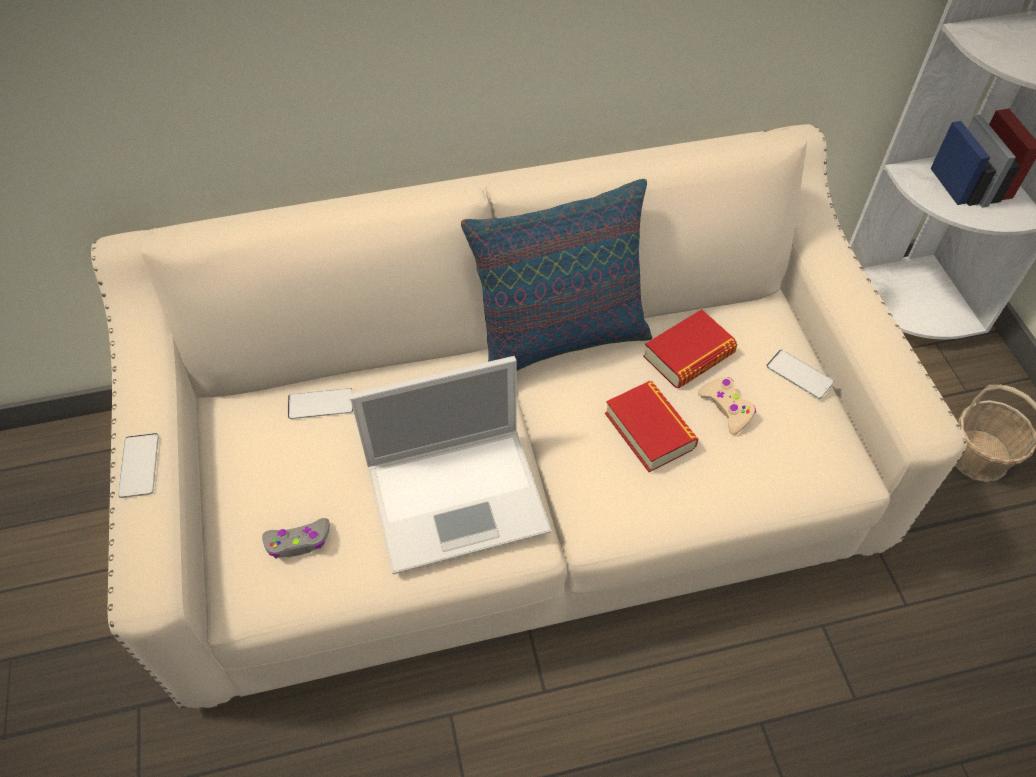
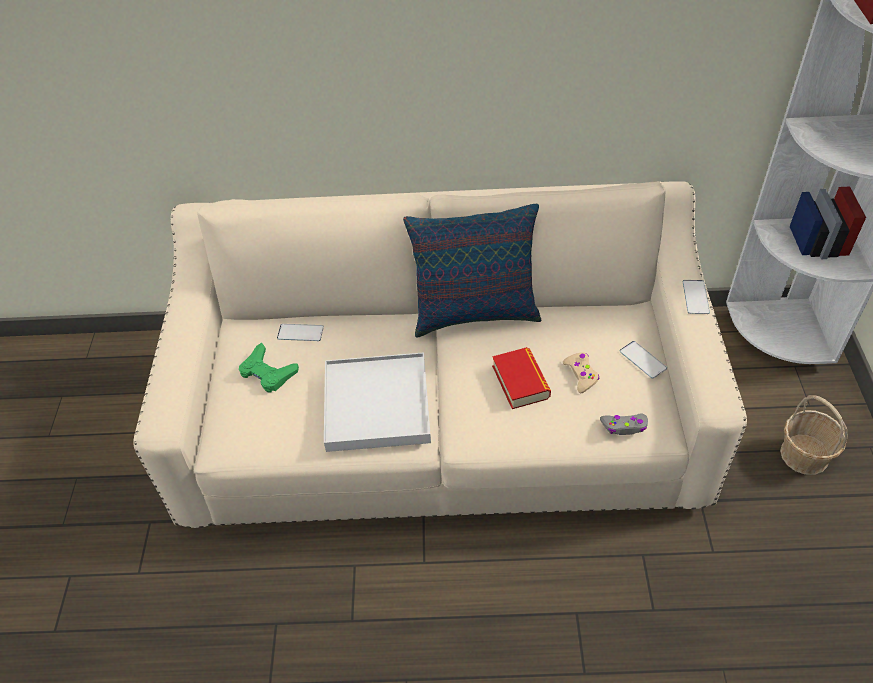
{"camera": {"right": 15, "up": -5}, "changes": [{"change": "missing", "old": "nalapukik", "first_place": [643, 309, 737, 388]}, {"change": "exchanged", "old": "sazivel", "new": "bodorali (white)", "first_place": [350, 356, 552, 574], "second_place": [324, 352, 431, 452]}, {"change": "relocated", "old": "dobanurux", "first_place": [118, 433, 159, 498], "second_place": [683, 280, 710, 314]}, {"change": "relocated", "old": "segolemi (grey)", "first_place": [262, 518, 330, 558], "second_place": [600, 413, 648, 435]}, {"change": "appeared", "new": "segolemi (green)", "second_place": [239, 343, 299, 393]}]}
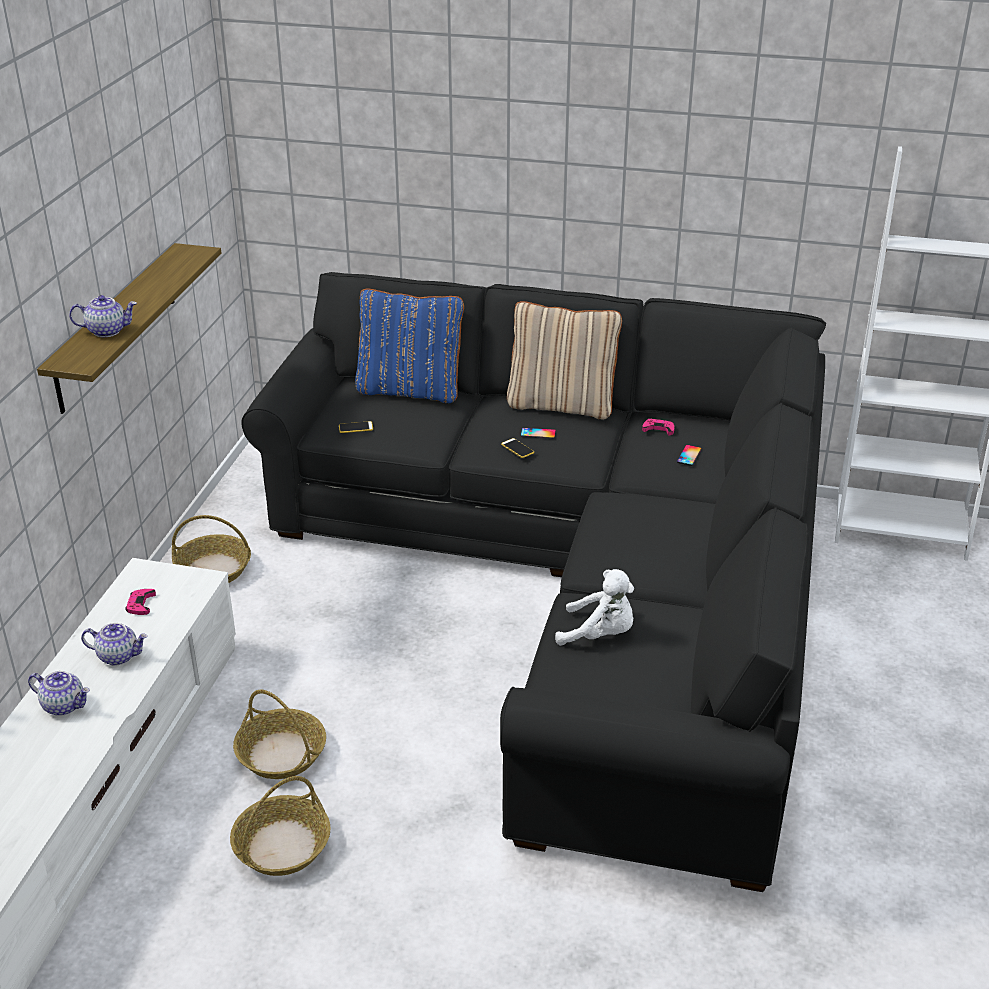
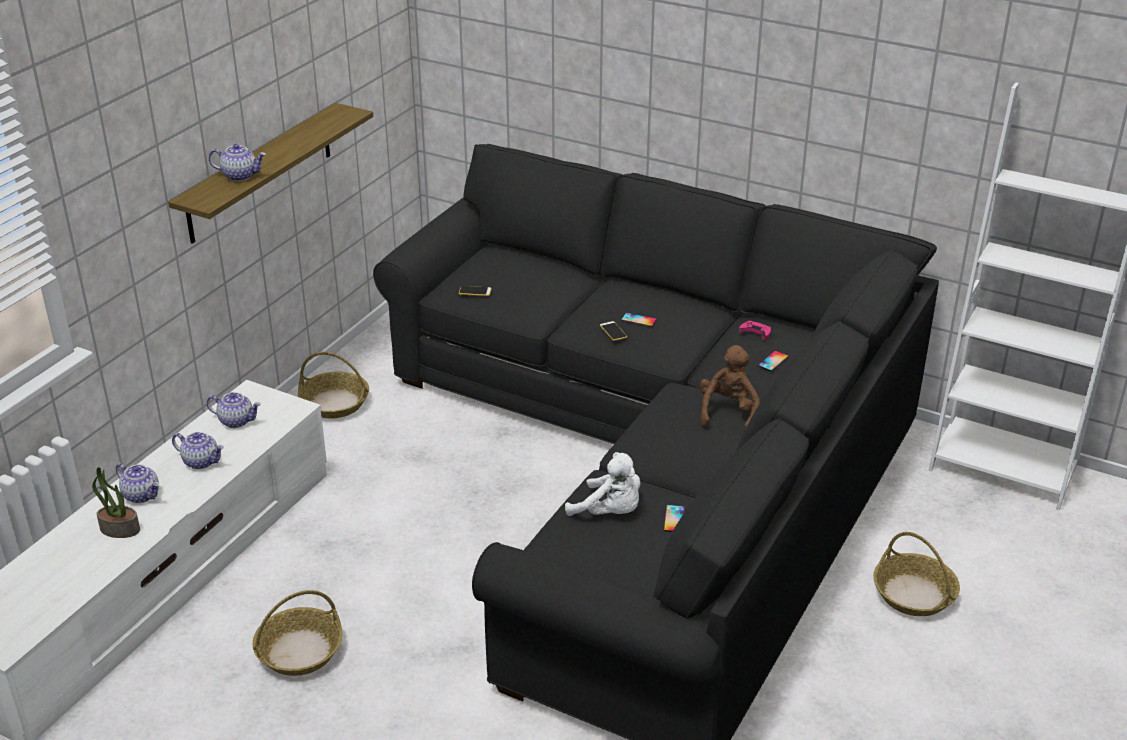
{"camera": {"right": 15, "up": 0}, "changes": [{"change": "missing", "old": "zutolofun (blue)", "first_place": [355, 288, 464, 403]}, {"change": "missing", "old": "zutolofun (beige)", "first_place": [507, 301, 622, 420]}, {"change": "exchanged", "old": "segolemi (pink)", "new": "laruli", "first_place": [125, 589, 156, 615], "second_place": [206, 392, 261, 428]}, {"change": "relocated", "old": "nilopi", "first_place": [233, 690, 326, 779], "second_place": [873, 532, 960, 616]}, {"change": "appeared", "new": "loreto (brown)", "second_place": [699, 345, 760, 432]}, {"change": "appeared", "new": "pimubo", "second_place": [92, 467, 140, 538]}, {"change": "appeared", "new": "dobanurux", "second_place": [663, 505, 685, 532]}]}
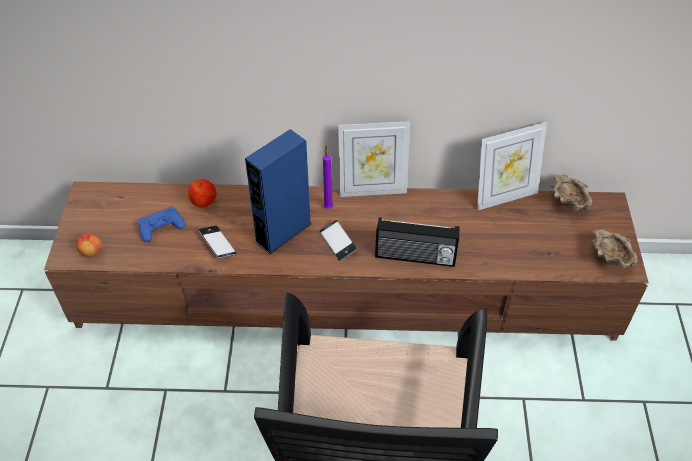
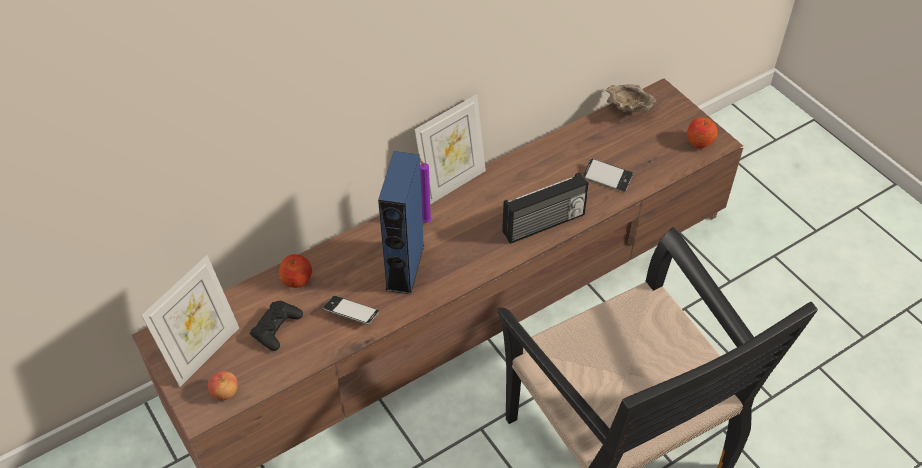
{"camera": {"right": -35, "up": 0}, "changes": [{"change": "relocated", "old": "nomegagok", "first_place": [477, 122, 547, 211], "second_place": [141, 255, 239, 387]}, {"change": "colour", "old": "segolemi (blue)", "new": "segolemi (black)", "first_place": [138, 207, 185, 242], "second_place": [250, 301, 303, 351]}, {"change": "relocated", "old": "dobanurux", "first_place": [320, 220, 357, 261], "second_place": [583, 158, 633, 192]}, {"change": "exchanged", "old": "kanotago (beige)", "new": "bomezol", "first_place": [591, 229, 638, 269], "second_place": [687, 117, 718, 149]}]}
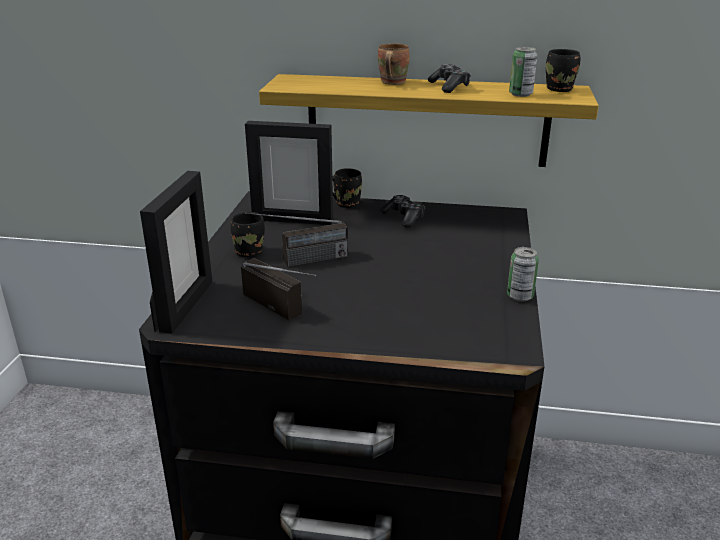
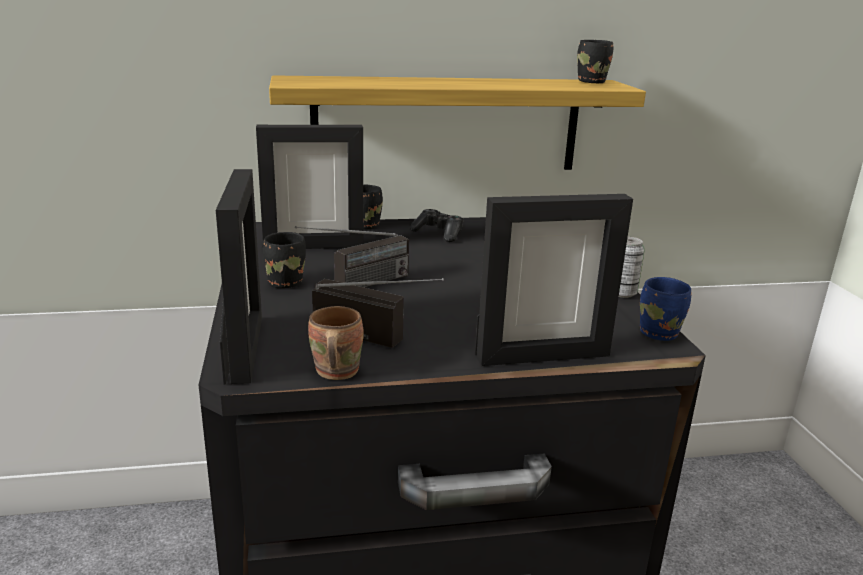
{"camera": {"right": -20, "up": -5}, "changes": [{"change": "relocated", "old": "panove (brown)", "first_place": [378, 43, 410, 85], "second_place": [308, 306, 364, 380]}, {"change": "missing", "old": "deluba", "first_place": [509, 47, 537, 97]}, {"change": "missing", "old": "segolemi", "first_place": [428, 64, 471, 93]}, {"change": "appeared", "new": "nomegagok", "second_place": [475, 194, 633, 366]}, {"change": "appeared", "new": "panove (blue)", "second_place": [640, 277, 691, 341]}]}
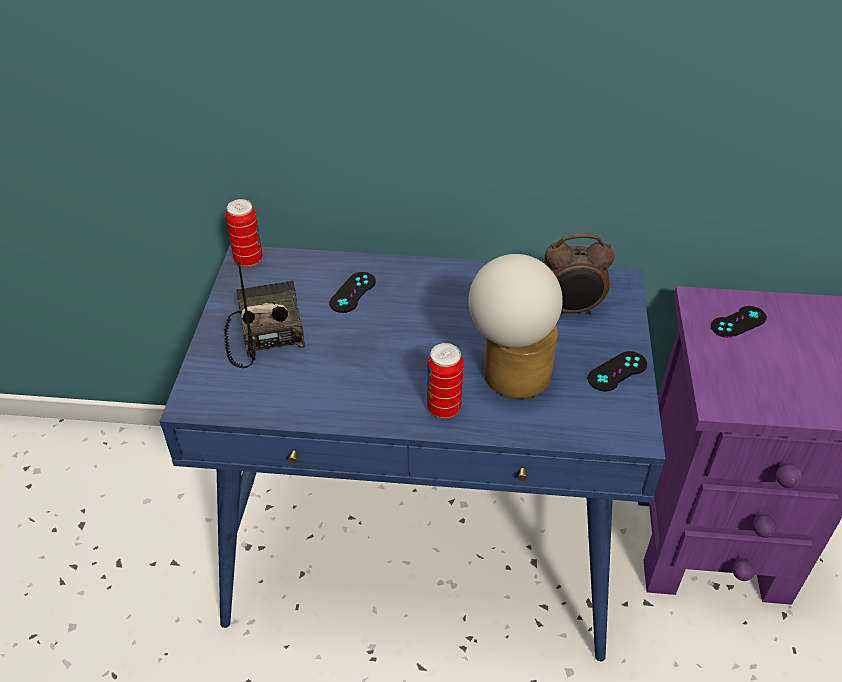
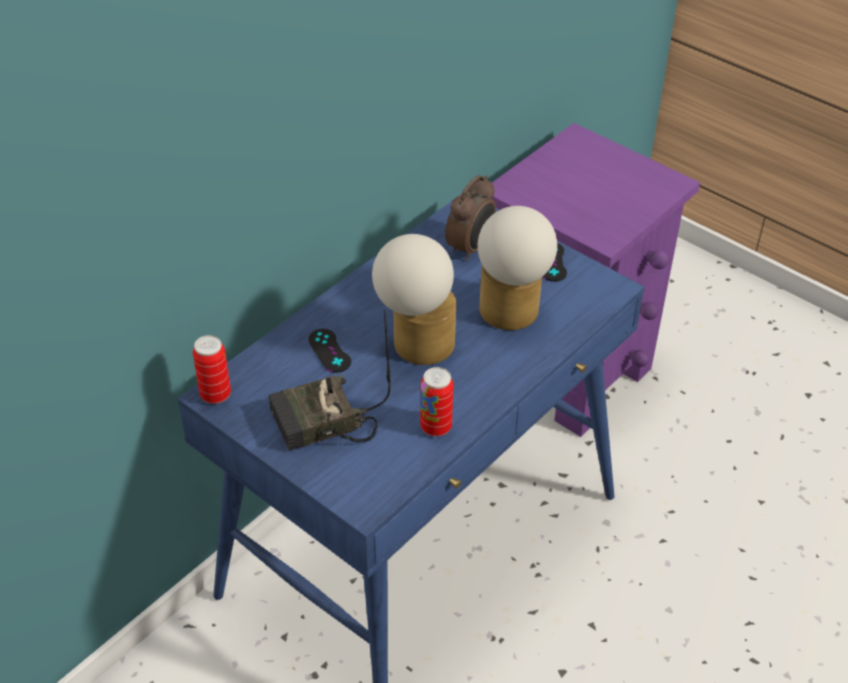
{"camera": {"right": -55, "up": 0}, "changes": [{"change": "spun", "old": "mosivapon", "first_place": [224, 261, 305, 368], "second_place": [269, 309, 391, 451], "degrees": -45}, {"change": "missing", "old": "segolemi (black)", "first_place": [711, 306, 767, 338]}, {"change": "relocated", "old": "deluba", "first_place": [427, 343, 463, 418], "second_place": [420, 367, 454, 436]}, {"change": "appeared", "new": "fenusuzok", "second_place": [372, 234, 456, 365]}]}
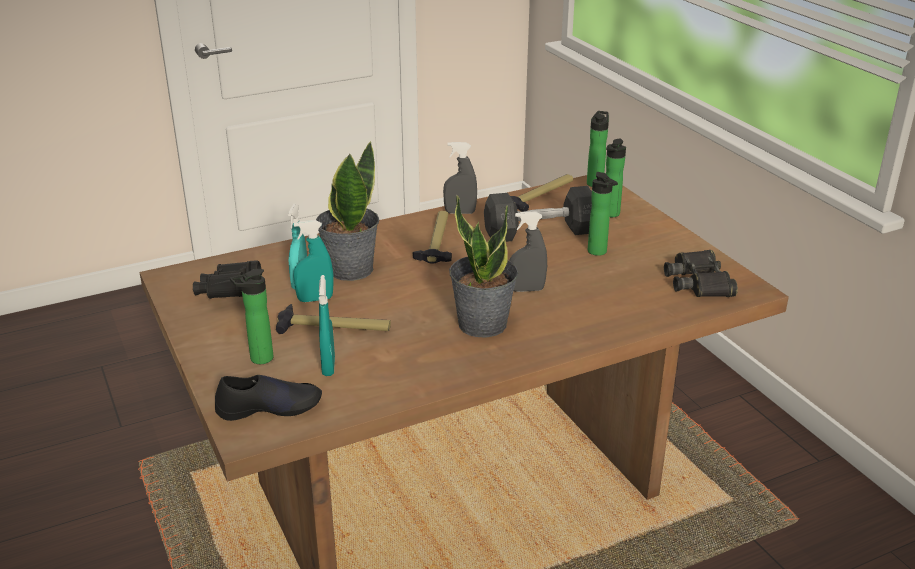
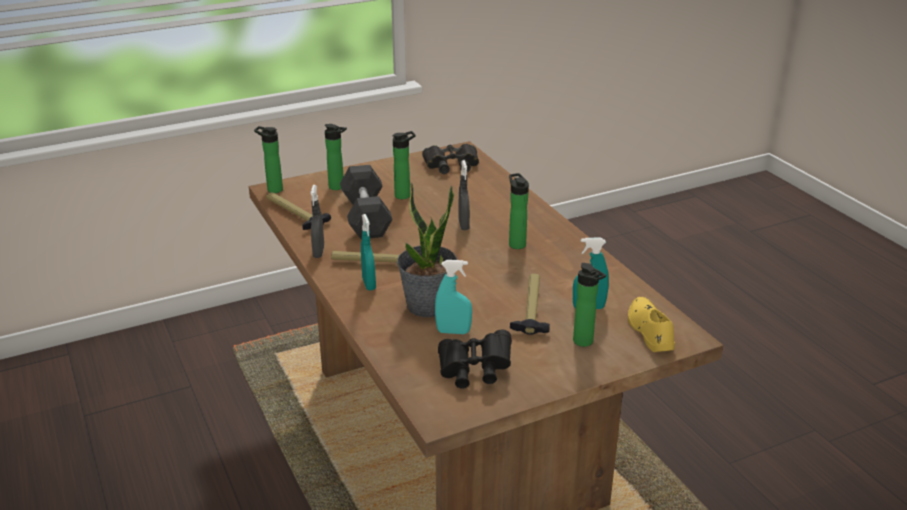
{"camera": {"right": -90, "up": 0}, "changes": [{"change": "exchanged", "old": "pimubo", "new": "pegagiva", "first_place": [449, 195, 518, 338], "second_place": [509, 173, 529, 249]}, {"change": "relocated", "old": "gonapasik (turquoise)", "first_place": [293, 220, 333, 302], "second_place": [361, 214, 376, 291]}, {"change": "colour", "old": "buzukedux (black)", "new": "buzukedux (yellow)", "first_place": [215, 375, 322, 421], "second_place": [628, 297, 675, 352]}]}
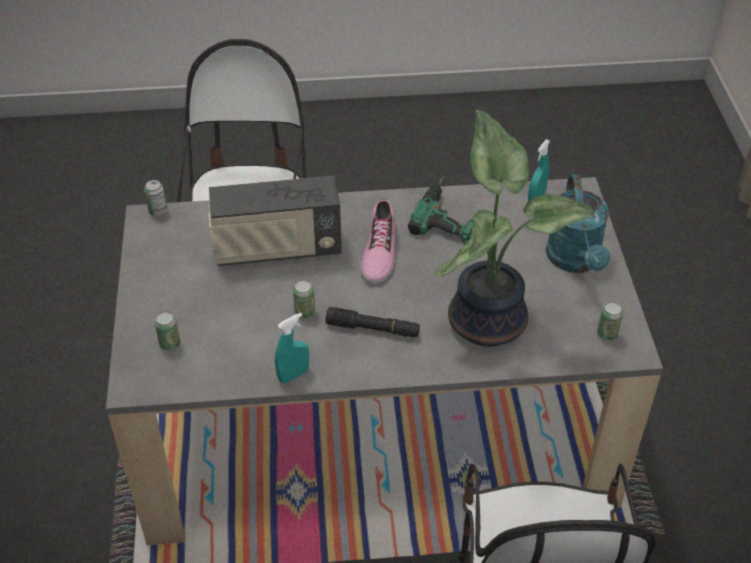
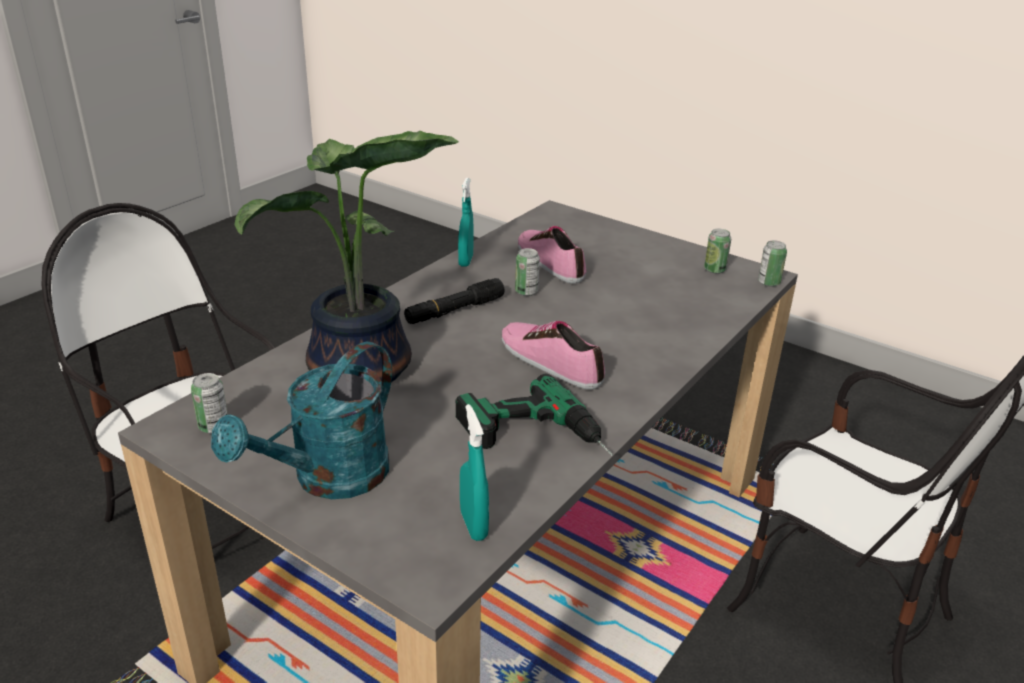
{"camera": {"right": 130, "up": -15}, "changes": [{"change": "spun", "old": "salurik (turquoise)", "first_place": [546, 174, 610, 273], "second_place": [211, 342, 392, 499], "degrees": -90}, {"change": "missing", "old": "mosivapon", "first_place": [209, 176, 342, 266]}, {"change": "relocated", "old": "deluba", "first_place": [155, 311, 180, 351], "second_place": [704, 229, 731, 274]}, {"change": "appeared", "new": "buzukedux", "second_place": [518, 226, 587, 284]}]}
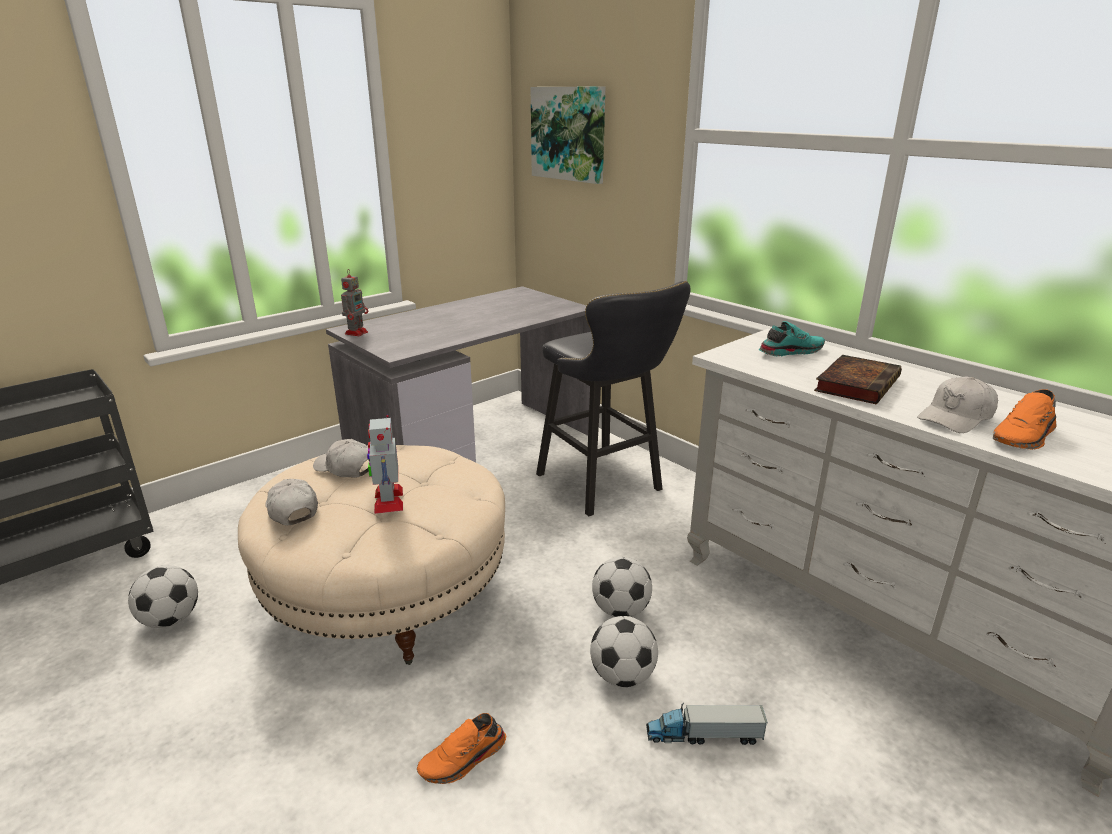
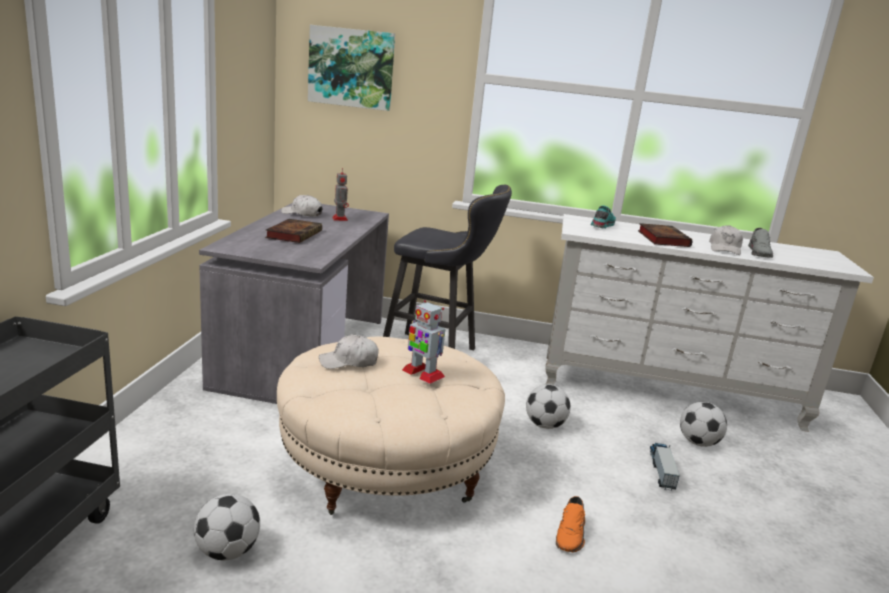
{"camera": {"right": -40, "up": -5}, "changes": [{"change": "relocated", "old": "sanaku", "first_place": [341, 270, 368, 336], "second_place": [332, 168, 349, 221]}, {"change": "colour", "old": "buzukedux (orange)", "new": "buzukedux (grey)", "first_place": [993, 389, 1056, 450], "second_place": [748, 228, 773, 258]}, {"change": "relocated", "old": "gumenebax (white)", "first_place": [265, 479, 318, 525], "second_place": [281, 195, 323, 217]}, {"change": "relocated", "old": "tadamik", "first_place": [590, 616, 658, 687], "second_place": [680, 402, 727, 447]}, {"change": "spun", "old": "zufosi", "first_place": [646, 703, 768, 745], "second_place": [650, 443, 680, 491], "degrees": 135}, {"change": "appeared", "new": "nalapukik", "second_place": [265, 219, 322, 243]}]}
